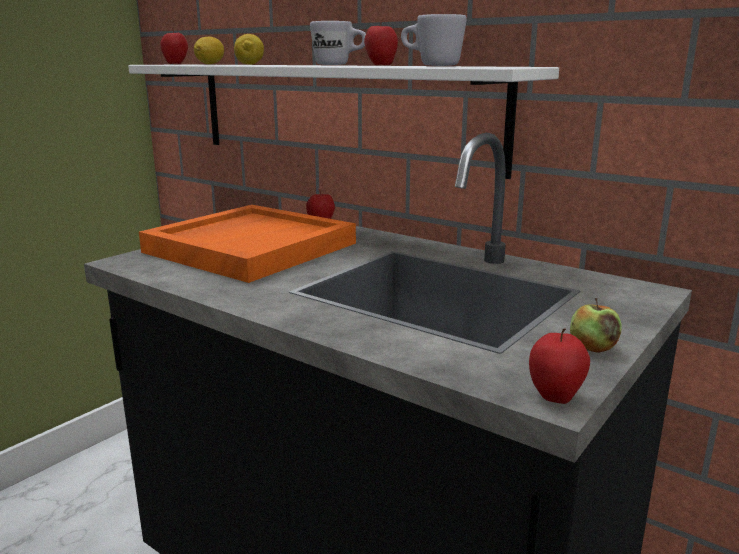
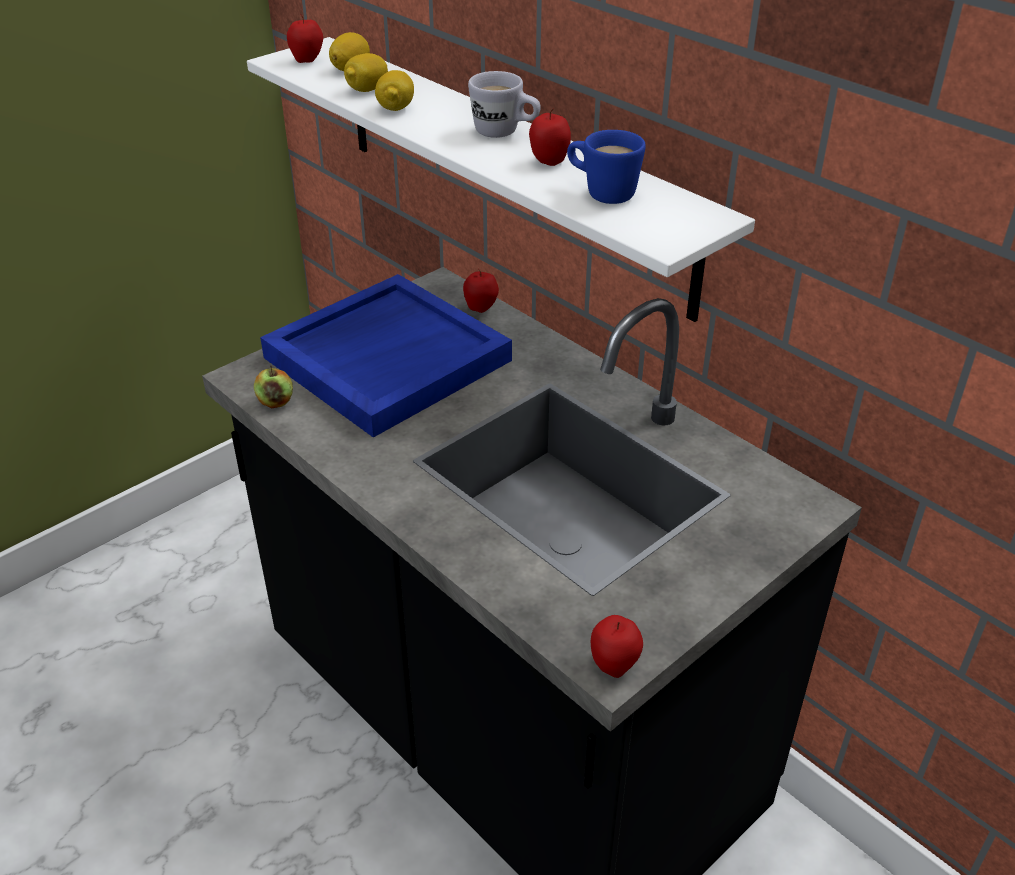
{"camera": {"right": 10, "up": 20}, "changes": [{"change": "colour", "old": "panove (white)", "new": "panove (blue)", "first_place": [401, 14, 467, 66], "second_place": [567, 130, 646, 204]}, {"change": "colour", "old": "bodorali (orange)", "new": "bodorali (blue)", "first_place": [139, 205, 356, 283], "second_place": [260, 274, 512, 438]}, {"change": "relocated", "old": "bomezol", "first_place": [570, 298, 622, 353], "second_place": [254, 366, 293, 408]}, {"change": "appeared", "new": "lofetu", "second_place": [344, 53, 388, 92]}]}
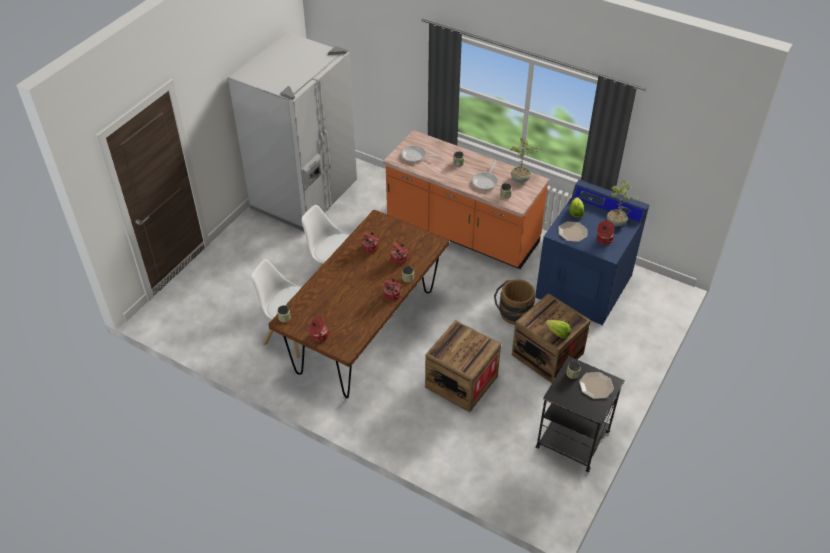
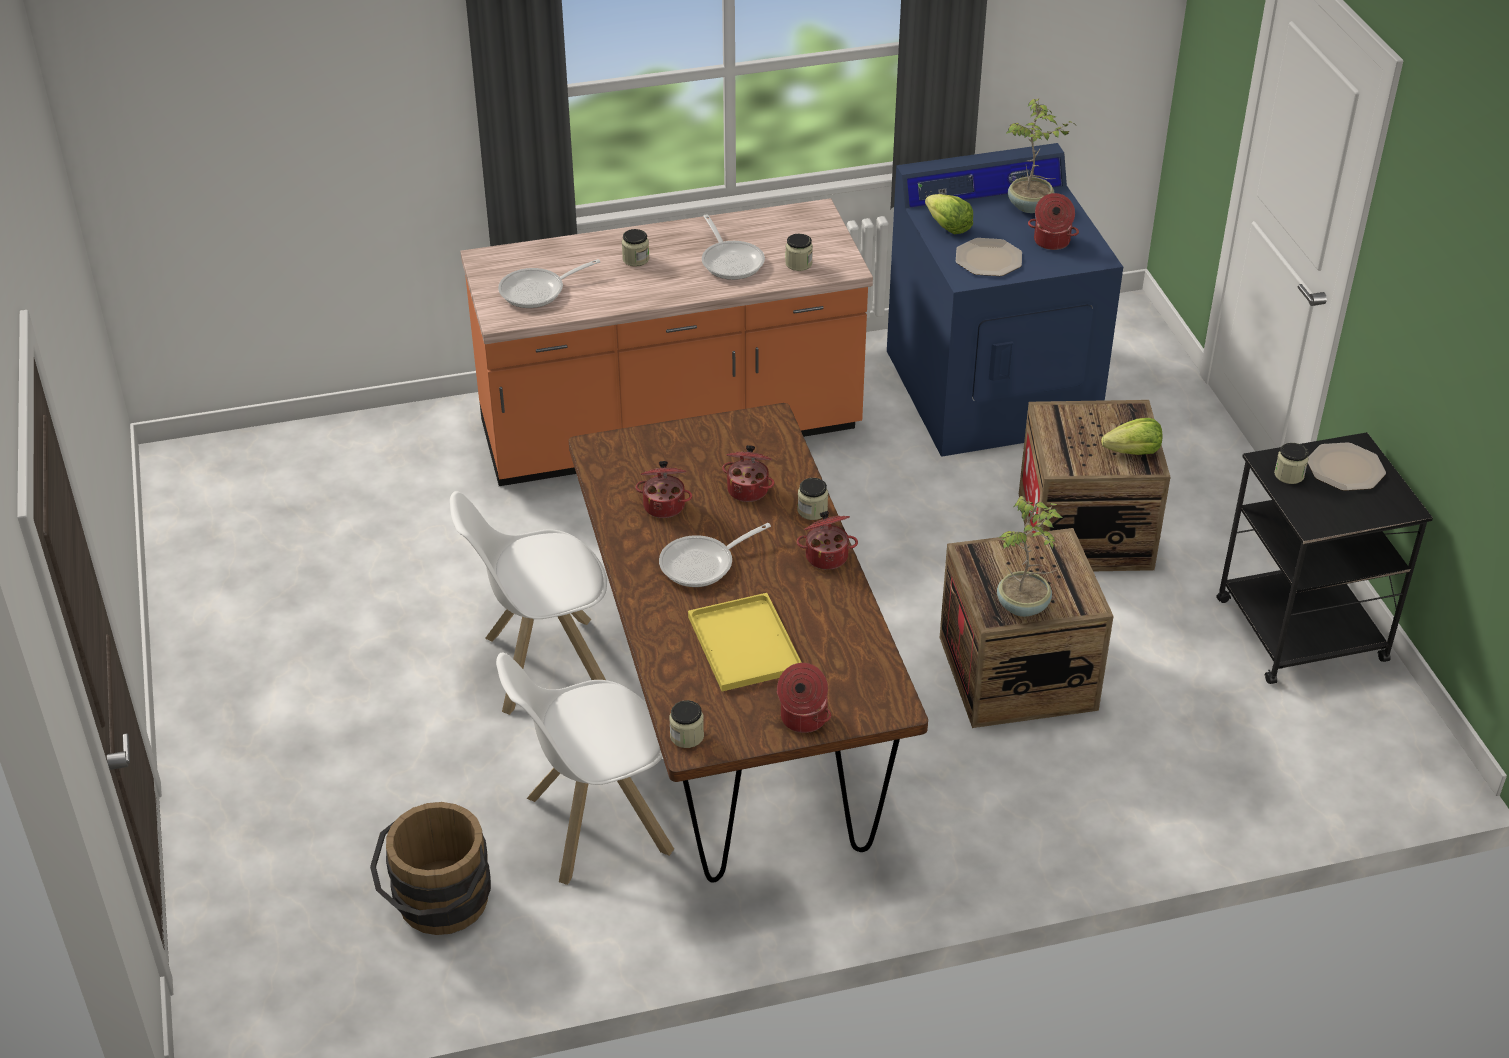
{"camera": {"right": -45, "up": -5}, "changes": [{"change": "missing", "old": "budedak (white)", "first_place": [228, 32, 357, 232]}, {"change": "relocated", "old": "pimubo", "first_place": [510, 137, 539, 183], "second_place": [997, 496, 1063, 617]}, {"change": "relocated", "old": "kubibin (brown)", "first_place": [494, 279, 535, 325], "second_place": [370, 802, 491, 935]}, {"change": "appeared", "new": "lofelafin", "second_place": [659, 523, 771, 587]}, {"change": "appeared", "new": "bodorali (yellow)", "second_place": [688, 593, 802, 692]}]}
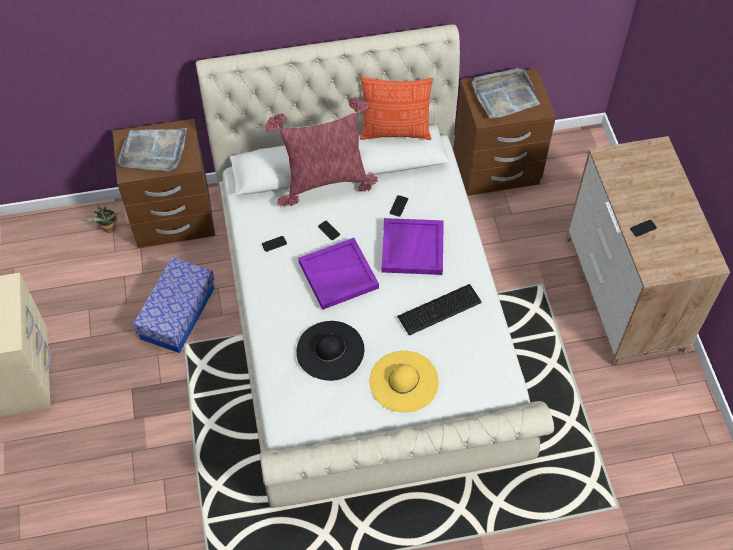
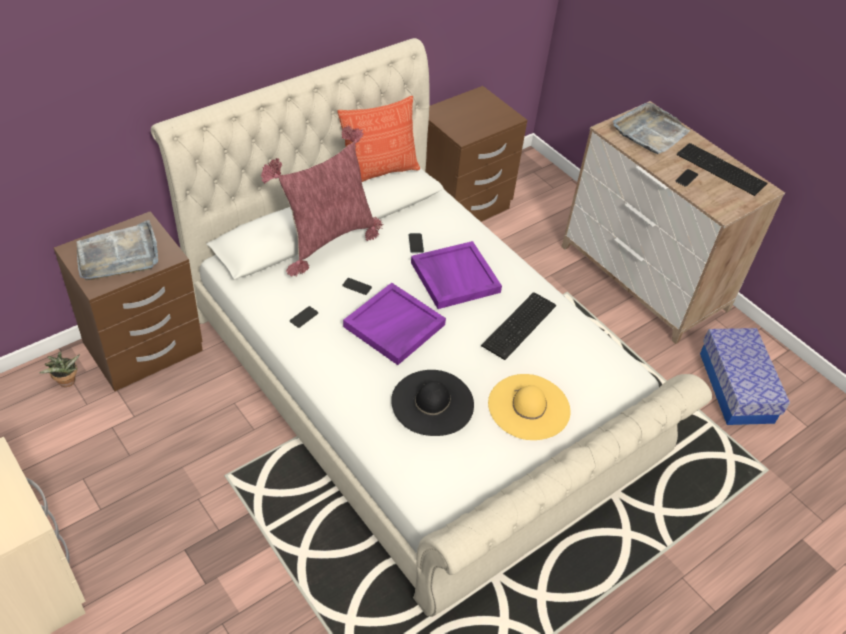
{"camera": {"right": -30, "up": -10}, "changes": [{"change": "relocated", "old": "bodorali (grey)", "first_place": [472, 68, 540, 118], "second_place": [613, 103, 690, 154]}, {"change": "relocated", "old": "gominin", "first_place": [133, 257, 215, 353], "second_place": [700, 328, 790, 425]}, {"change": "appeared", "new": "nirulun", "second_place": [677, 143, 767, 196]}]}
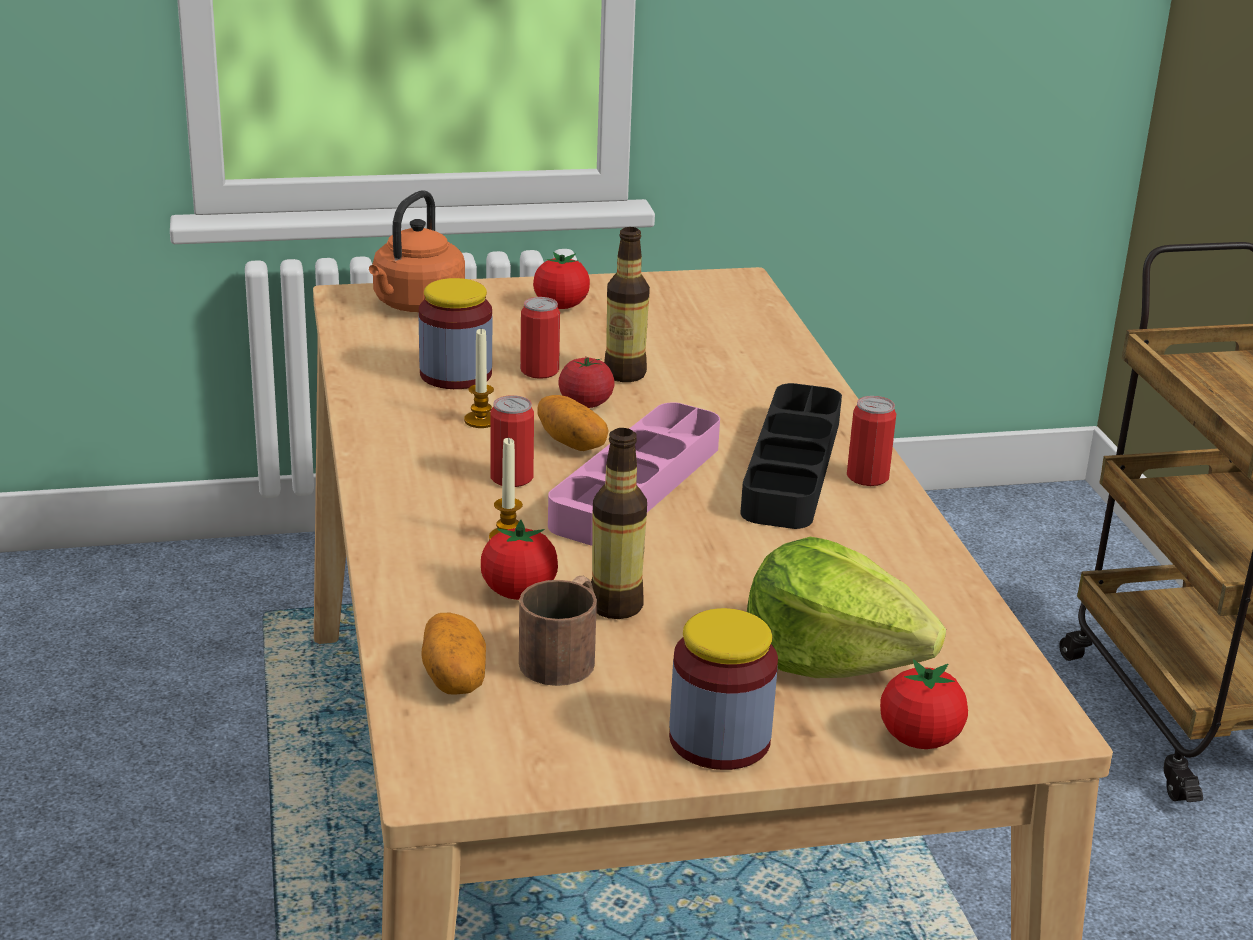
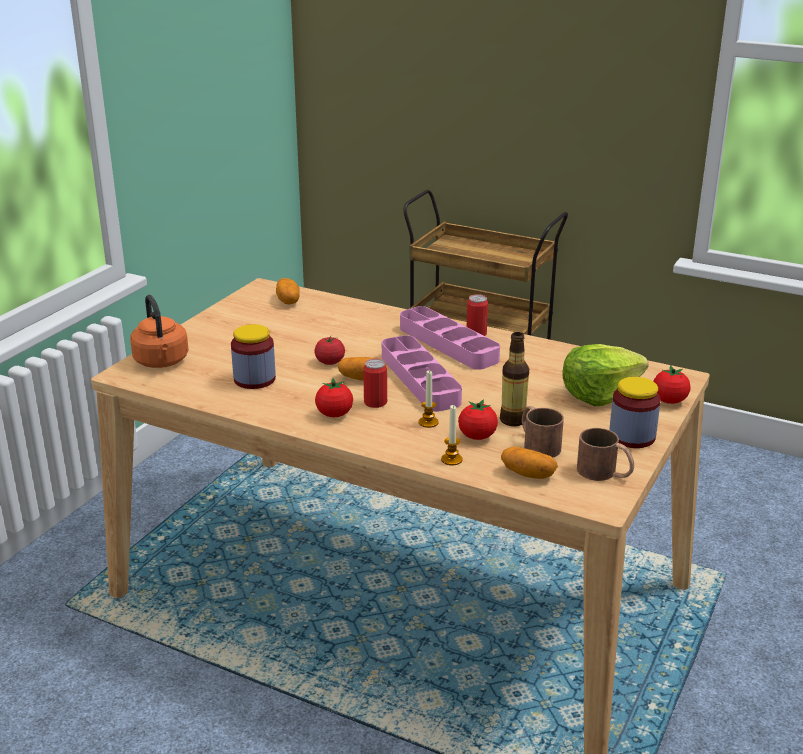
{"camera": {"right": -50, "up": 0}, "changes": [{"change": "missing", "old": "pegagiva", "first_place": [604, 227, 650, 382]}, {"change": "relocated", "old": "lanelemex", "first_place": [533, 252, 590, 309], "second_place": [315, 378, 353, 417]}, {"change": "missing", "old": "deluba", "first_place": [520, 297, 560, 379]}, {"change": "relocated", "old": "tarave", "first_place": [464, 328, 494, 428], "second_place": [441, 405, 463, 466]}, {"change": "colour", "old": "bodorali (black)", "new": "bodorali (pink)", "first_place": [740, 383, 842, 529], "second_place": [400, 306, 500, 370]}, {"change": "appeared", "new": "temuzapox", "second_place": [276, 278, 300, 304]}, {"change": "appeared", "new": "panove (brown)", "second_place": [577, 428, 634, 481]}]}
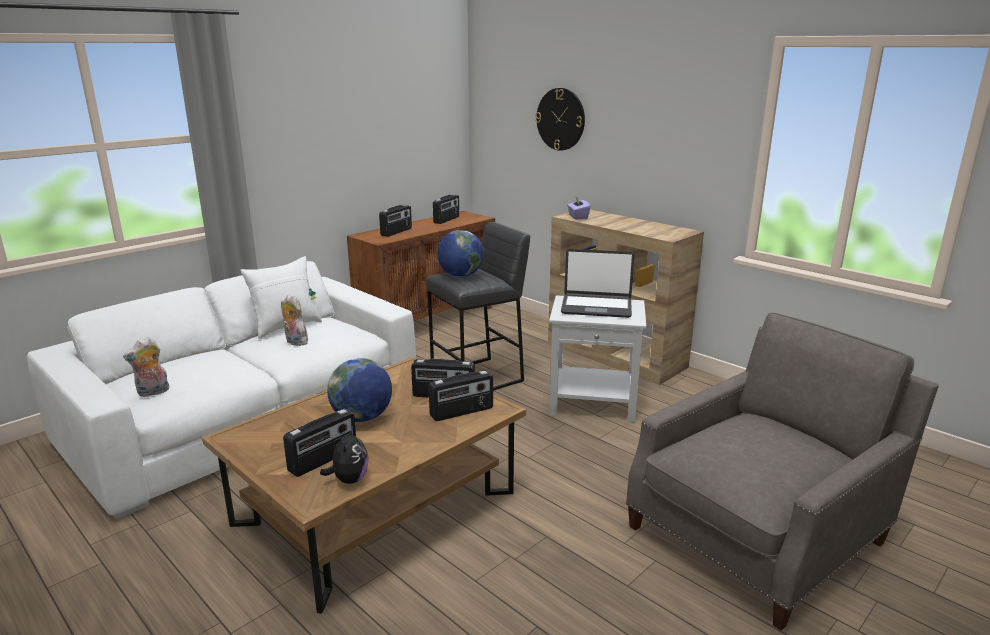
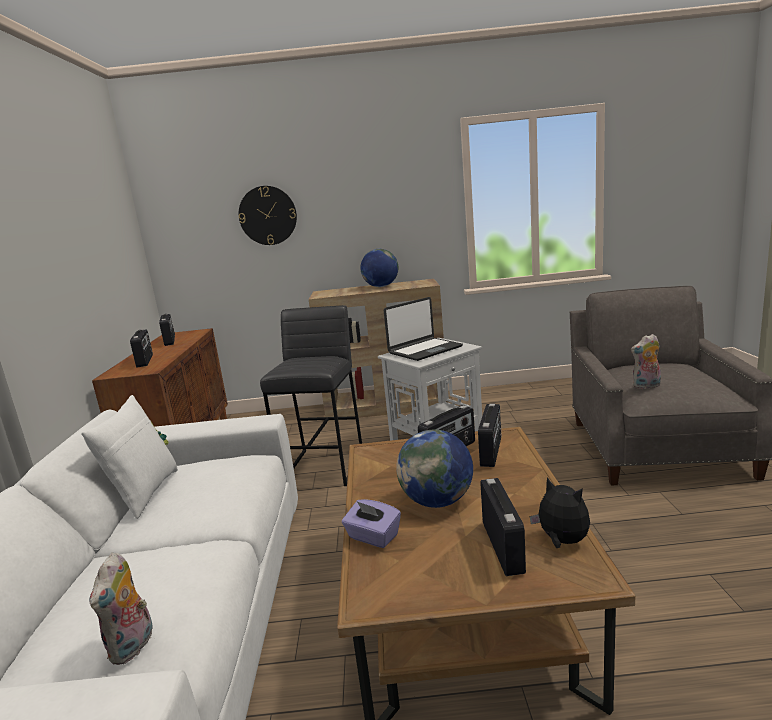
{"camera": {"right": -45, "up": -5}, "changes": [{"change": "relocated", "old": "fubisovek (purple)", "first_place": [567, 196, 590, 220], "second_place": [342, 499, 401, 548]}, {"change": "relocated", "old": "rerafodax", "first_place": [437, 230, 484, 277], "second_place": [360, 249, 398, 287]}, {"change": "relocated", "old": "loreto", "first_place": [281, 295, 308, 346], "second_place": [631, 334, 661, 389]}]}
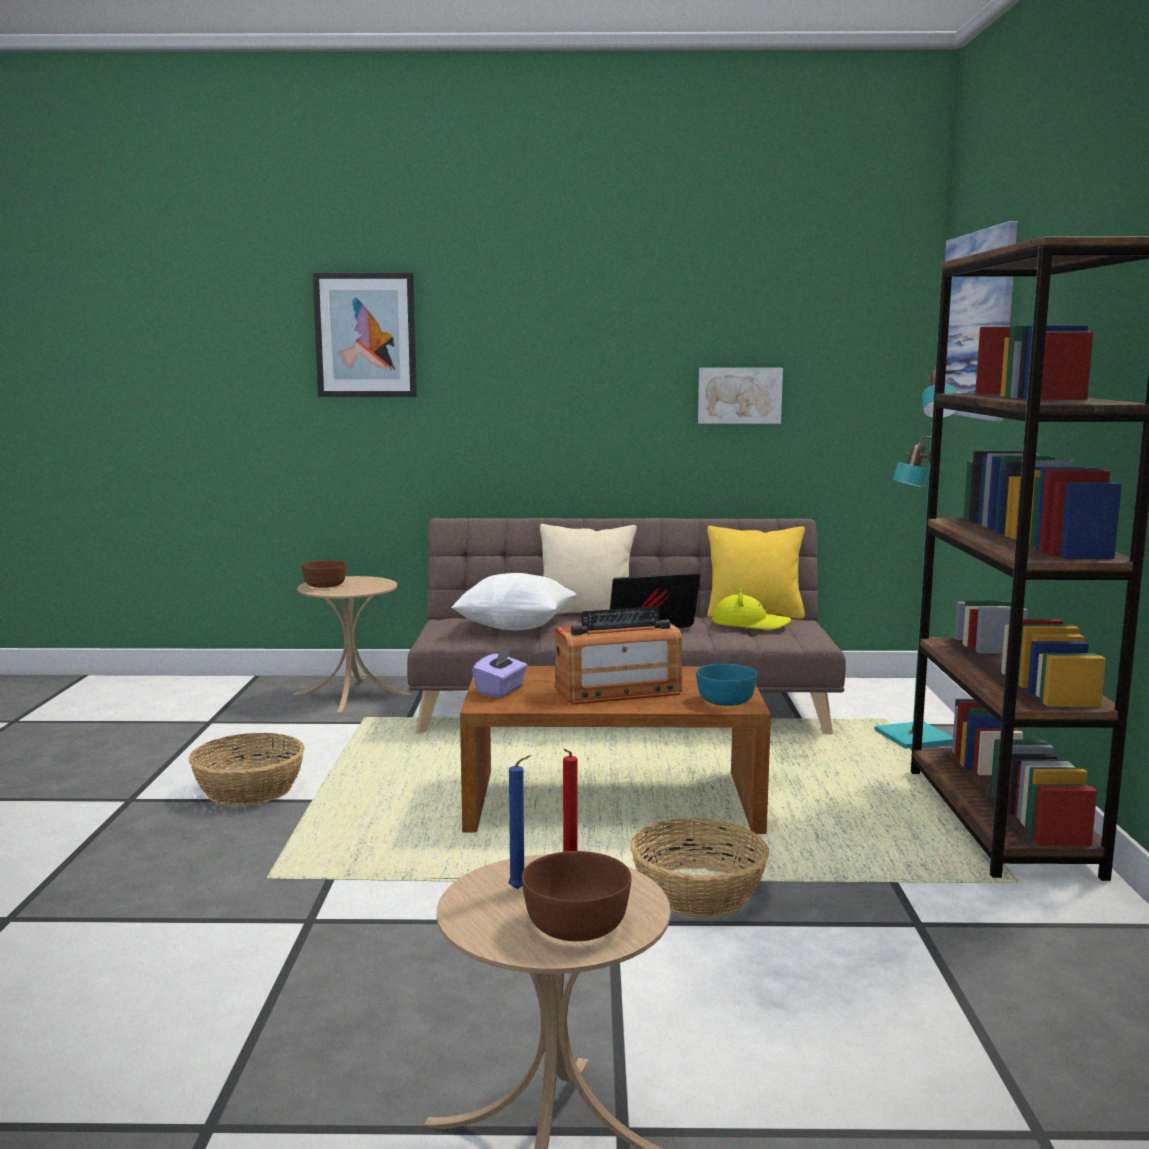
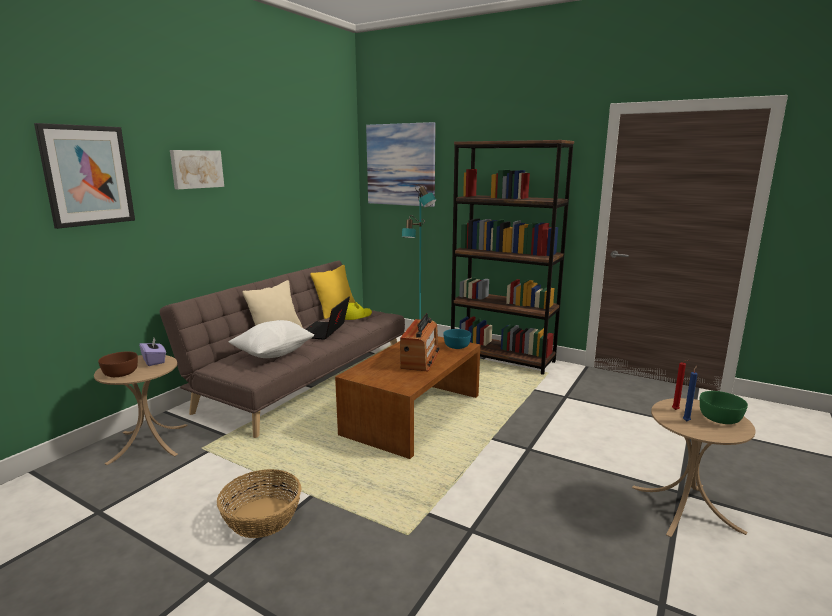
{"camera": {"right": -60, "up": 5}, "changes": [{"change": "relocated", "old": "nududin", "first_place": [698, 368, 783, 424], "second_place": [170, 150, 224, 189]}, {"change": "relocated", "old": "fubisovek (purple)", "first_place": [472, 647, 527, 698], "second_place": [139, 338, 166, 366]}, {"change": "missing", "old": "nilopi", "first_place": [630, 818, 769, 917]}, {"change": "colour", "old": "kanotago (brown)", "new": "kanotago (green)", "first_place": [522, 851, 631, 941], "second_place": [700, 391, 748, 424]}]}
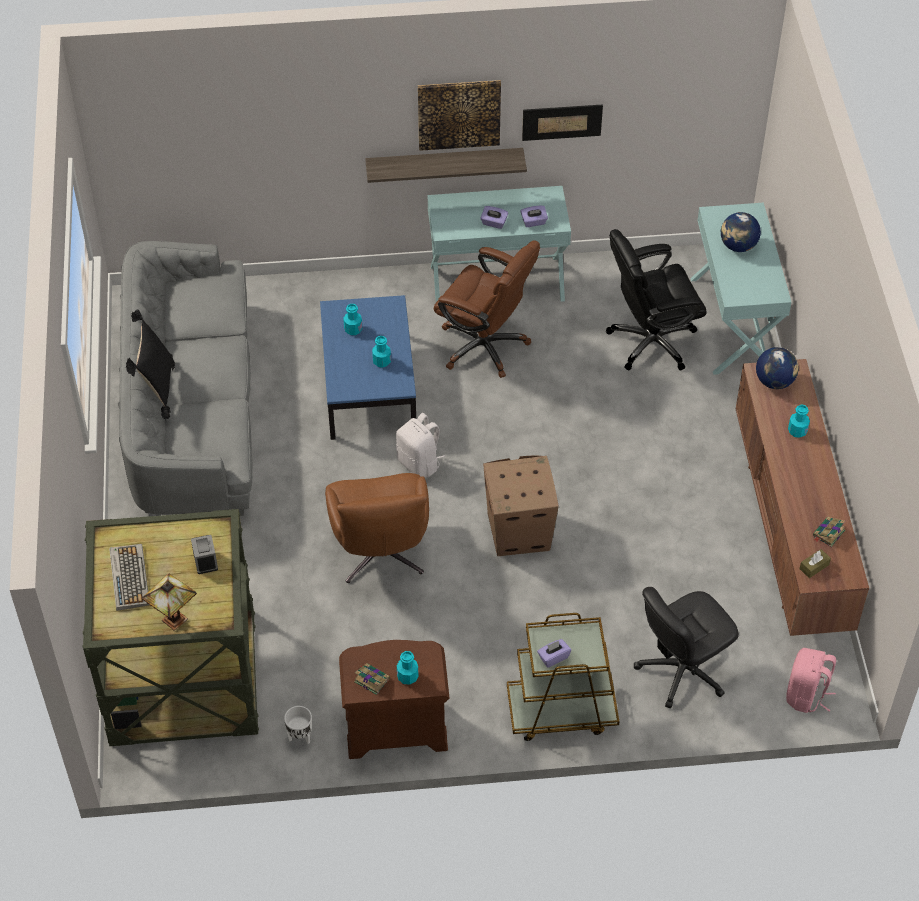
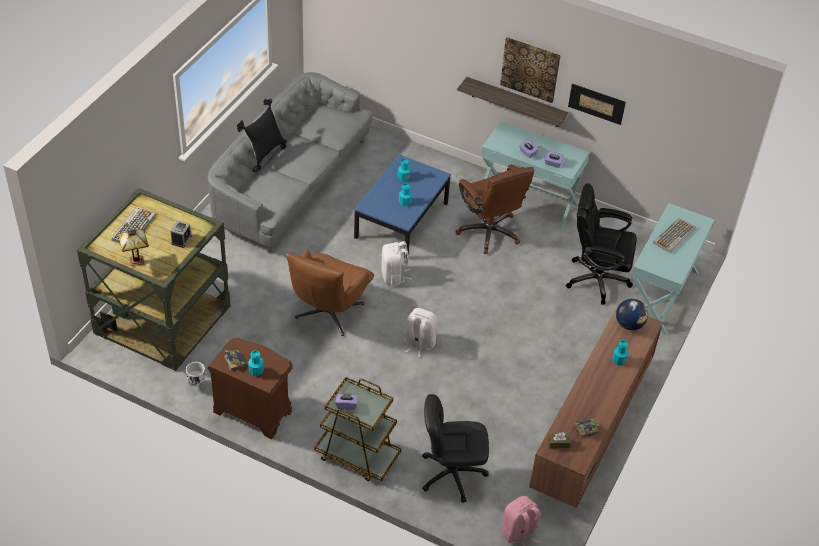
{"camera": {"right": 30, "up": -5}, "changes": [{"change": "exchanged", "old": "rerafodax", "new": "nirulun", "first_place": [721, 212, 761, 252], "second_place": [653, 218, 696, 253]}, {"change": "exchanged", "old": "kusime", "new": "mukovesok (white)", "first_place": [483, 456, 559, 556], "second_place": [404, 308, 437, 357]}]}
